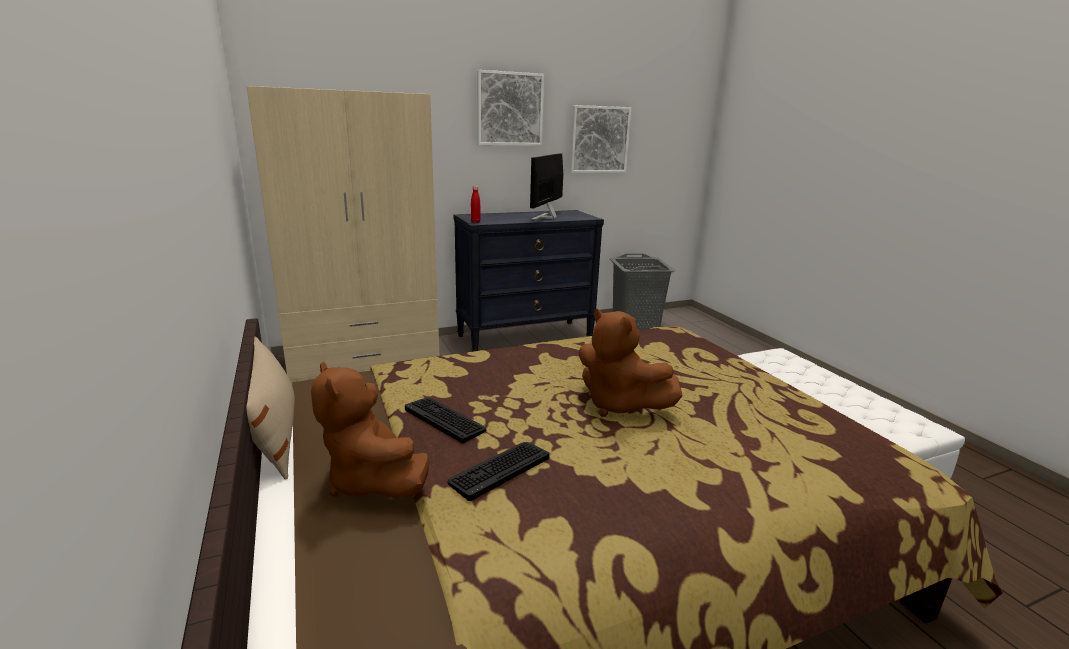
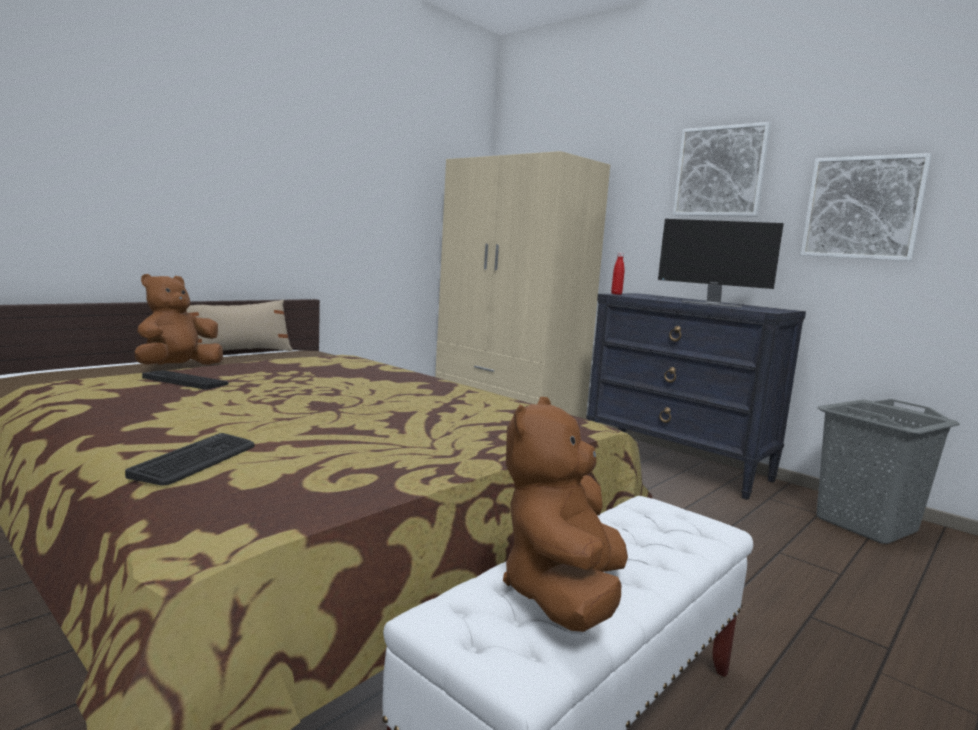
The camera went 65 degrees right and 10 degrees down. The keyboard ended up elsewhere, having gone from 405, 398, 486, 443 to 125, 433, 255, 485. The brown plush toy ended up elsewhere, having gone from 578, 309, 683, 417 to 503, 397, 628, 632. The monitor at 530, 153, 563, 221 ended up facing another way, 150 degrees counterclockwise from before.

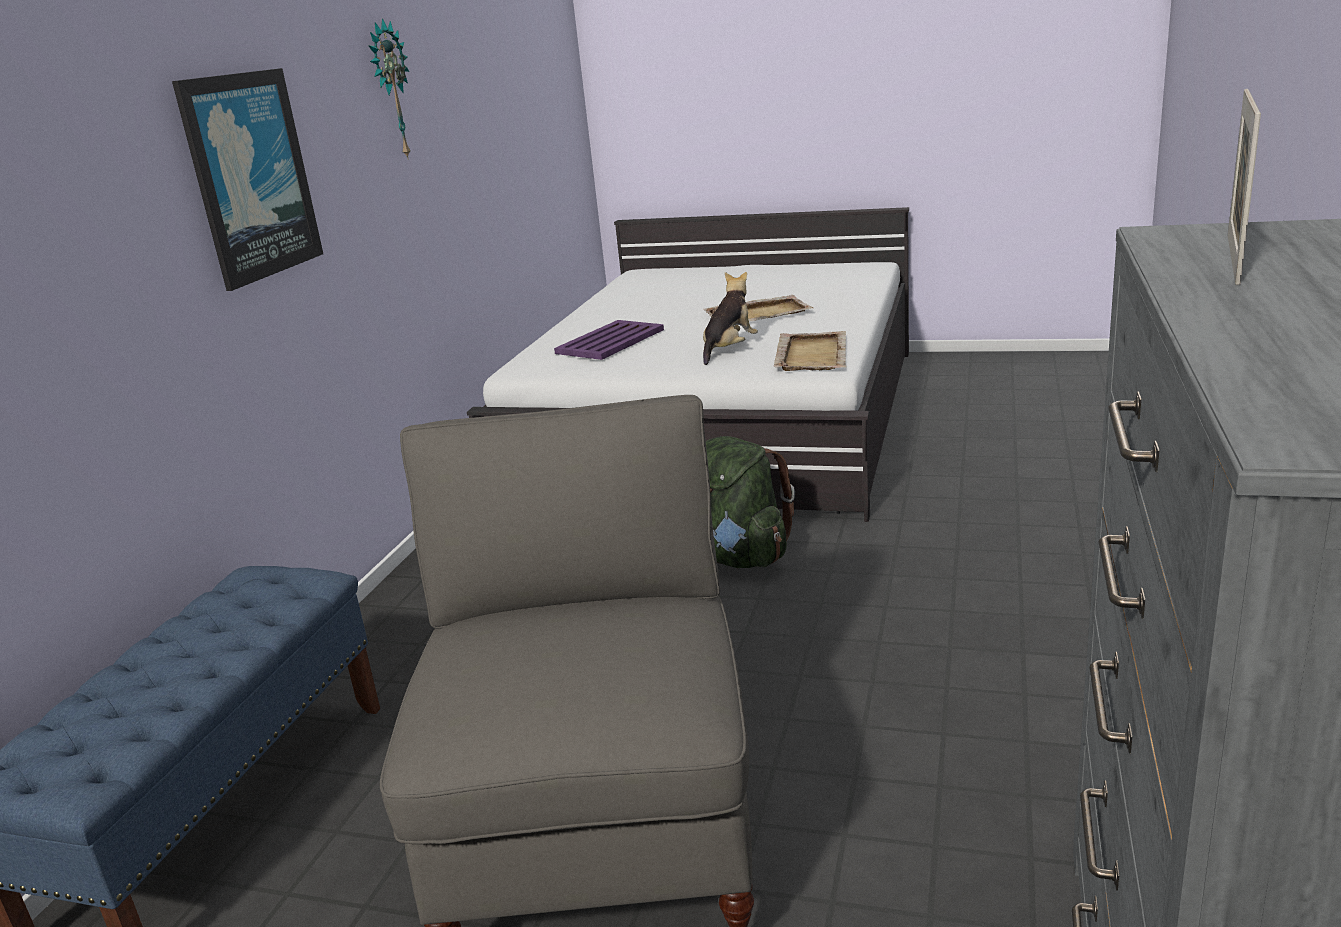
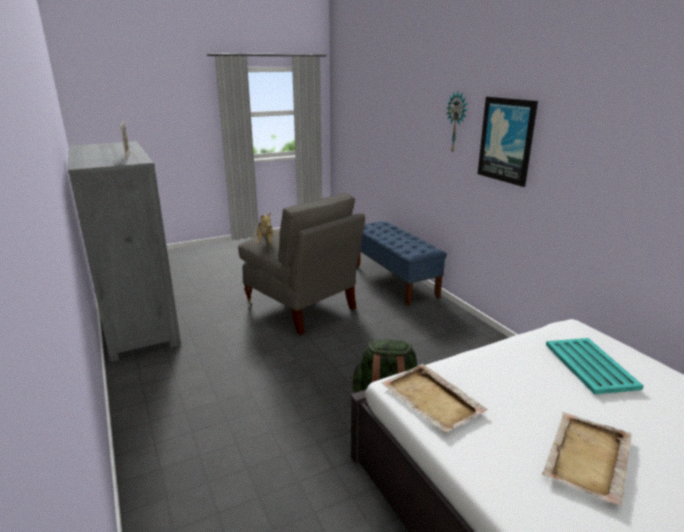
The camera went 135 degrees right and 0 degrees up. The plush toy ended up elsewhere, having gone from 703, 272, 758, 365 to 253, 212, 274, 244. The wall clock ended up elsewhere, having gone from 368, 18, 411, 160 to 446, 92, 467, 153. What was the purple tray at 554, 320, 664, 360 turned into the turquoise tray at 546, 338, 643, 395.

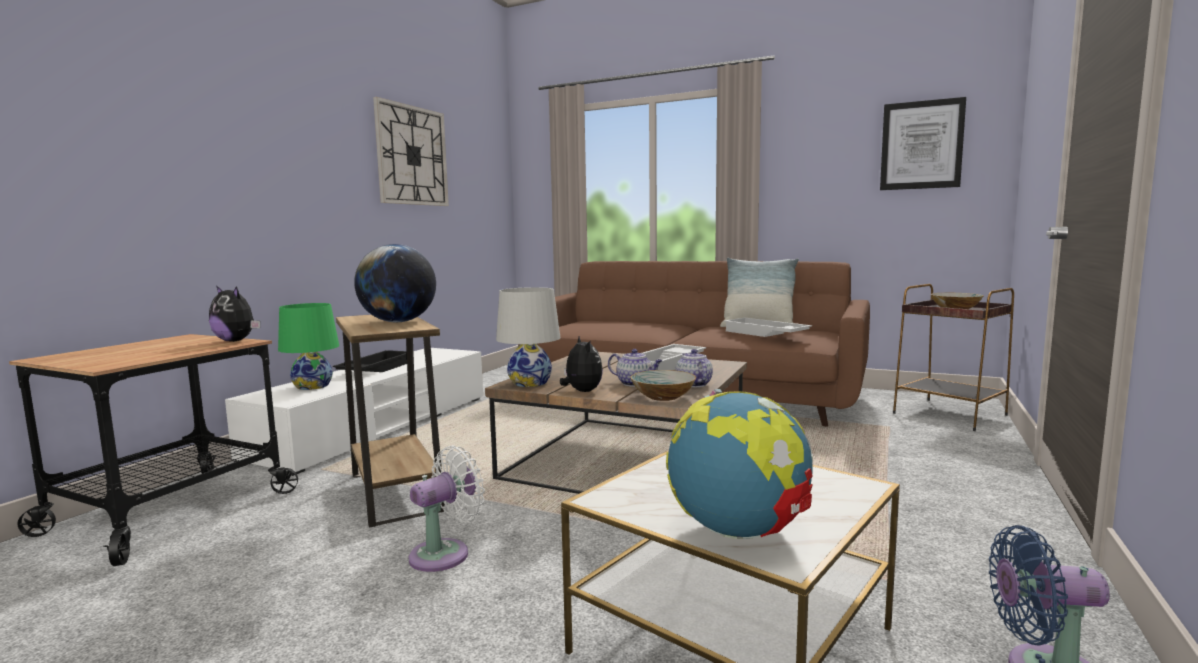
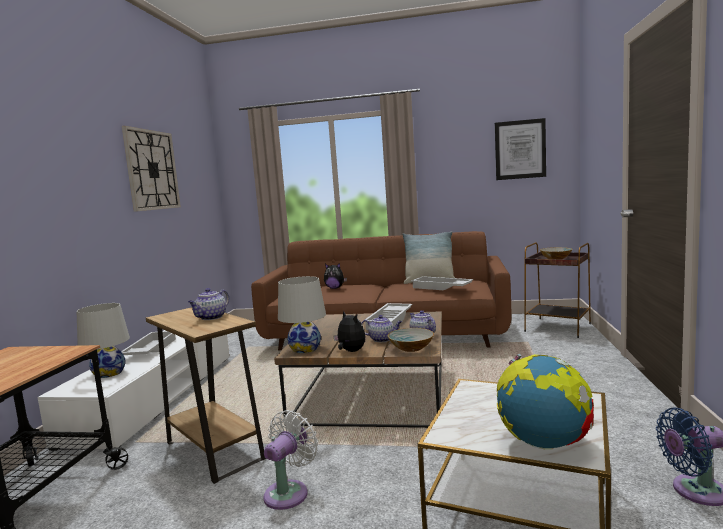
The camera went 15 degrees left and 0 degrees up. What was the green table lamp at 278, 303, 339, 390 turned into the white table lamp at 76, 303, 130, 378. What was the black tray at 333, 350, 407, 372 turned into the white tray at 121, 331, 176, 355. Where the globe stood at 354, 244, 436, 322, the teapot came to stand at 188, 288, 229, 320. The plush toy ended up elsewhere, having gone from 209, 286, 260, 342 to 324, 263, 347, 289.

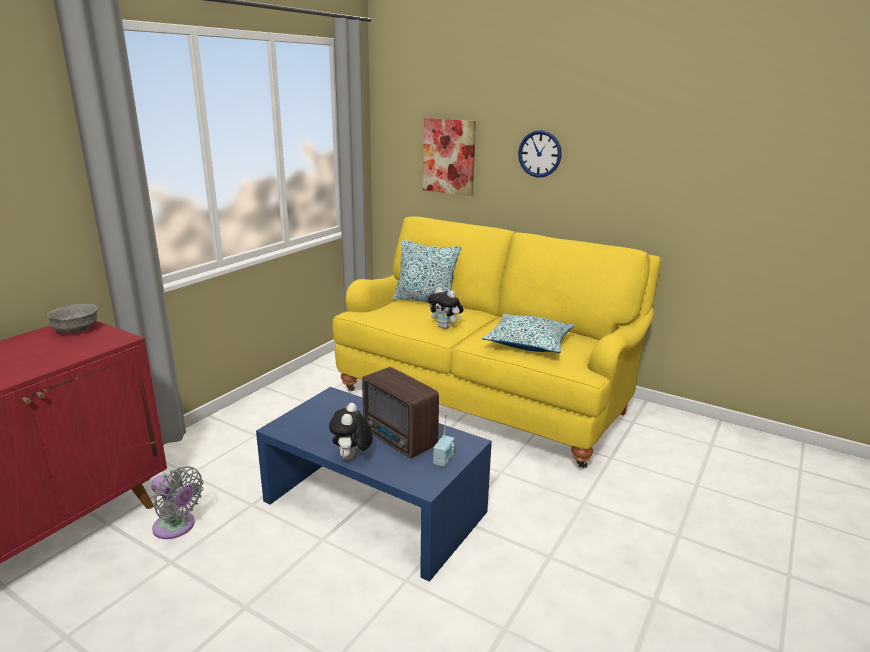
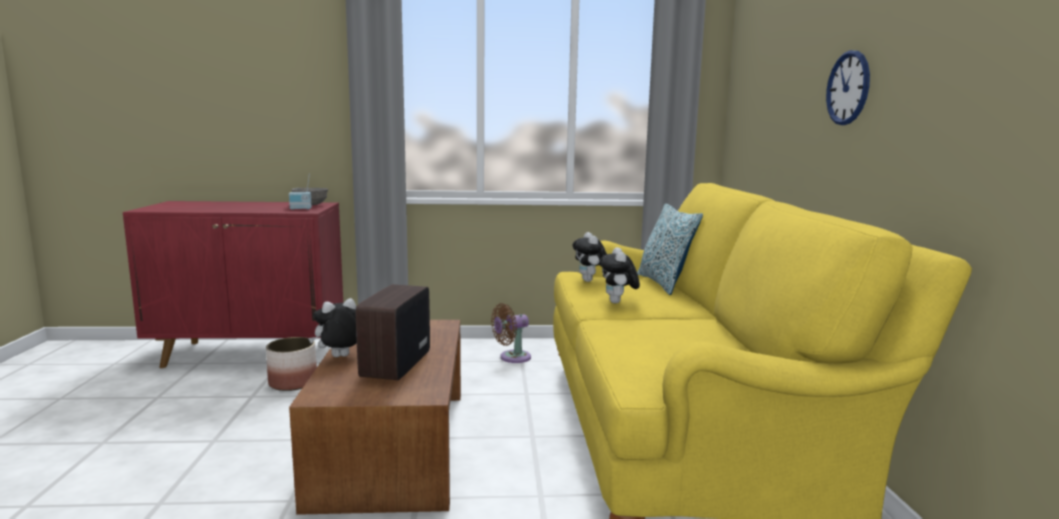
The camera went 55 degrees right and 10 degrees down. Where the grey fan stood at 151, 466, 204, 539, the planter came to stand at 266, 337, 317, 391. The radio ended up elsewhere, having gone from 433, 415, 454, 467 to 289, 174, 312, 210. What was the blue coffee table at 256, 387, 492, 582 turned into the brown coffee table at 289, 320, 461, 515. The second view gained the brown fan at 491, 303, 531, 363. The second view gained the plush toy at 573, 232, 607, 282. The second view lost the picture at 423, 118, 476, 196. The second view lost the pillow at 482, 314, 575, 353.

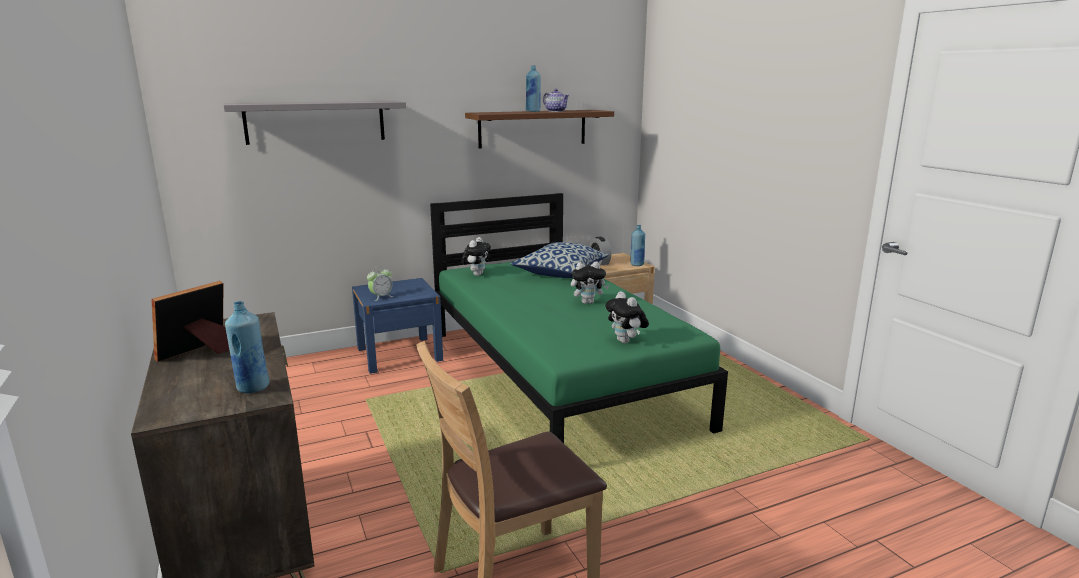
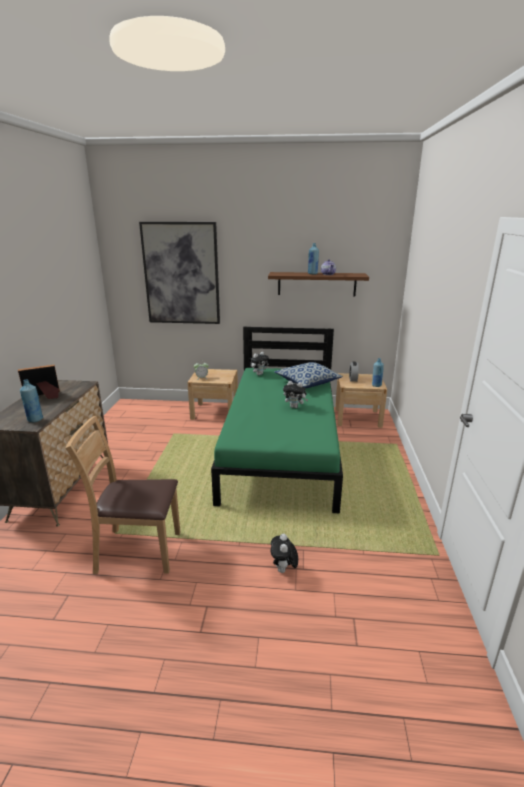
The camera went 30 degrees right and 5 degrees up. Where the grey shelf hung at 223, 101, 406, 145, the picture came to hang at 139, 222, 220, 324. What was the blue nightstand at 352, 278, 443, 374 turned into the beige nightstand at 187, 369, 238, 420. The plush toy ended up elsewhere, having gone from 605, 291, 649, 344 to 271, 534, 298, 573.

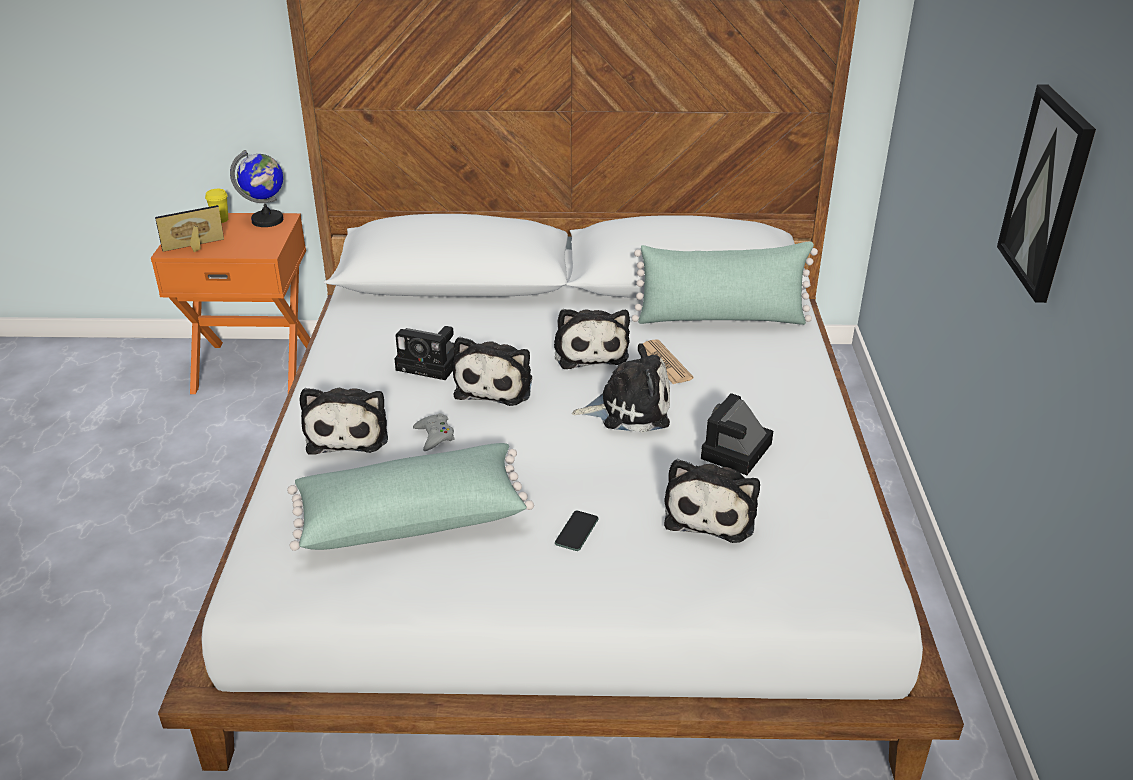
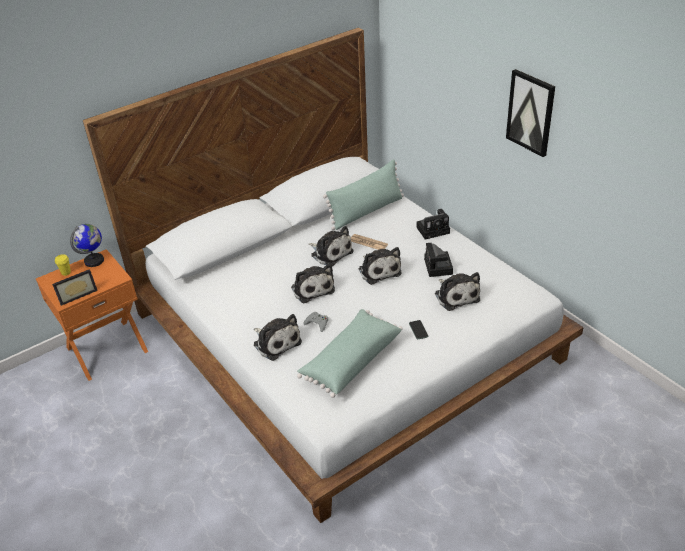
The camera went 35 degrees left and 5 degrees up. The picture frame at 155, 205, 224, 252 ended up facing another way, 150 degrees counterclockwise from before. The plush toy at 572, 343, 670, 433 ended up facing another way, 105 degrees clockwise from before. The photo camera ended up elsewhere, having gone from 394, 326, 454, 380 to 416, 209, 450, 240.

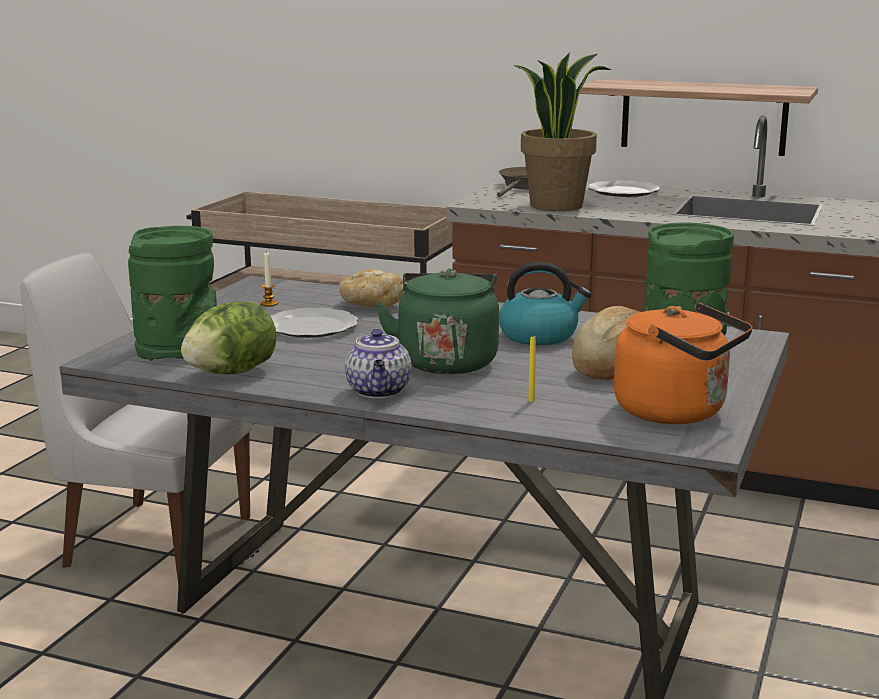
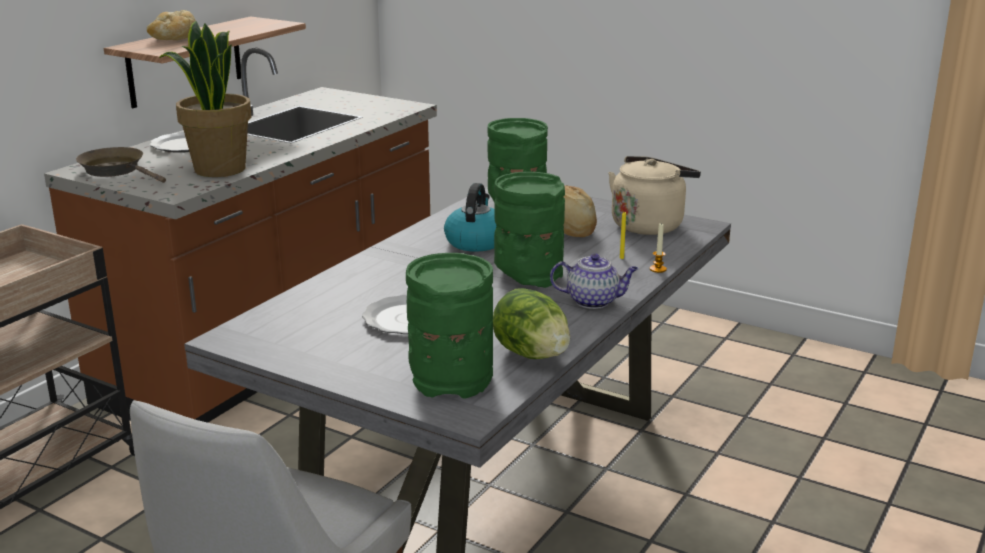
The camera went 80 degrees left and 5 degrees up. The bread ended up elsewhere, having gone from 339, 269, 404, 308 to 147, 10, 196, 40. Where the green kettle stood at 376, 269, 499, 374, the green vase came to stand at 494, 172, 565, 288. What was the orange kettle at 614, 303, 753, 424 turned into the beige kettle at 608, 156, 701, 235. The candle ended up elsewhere, having gone from 260, 252, 278, 306 to 650, 224, 667, 273.

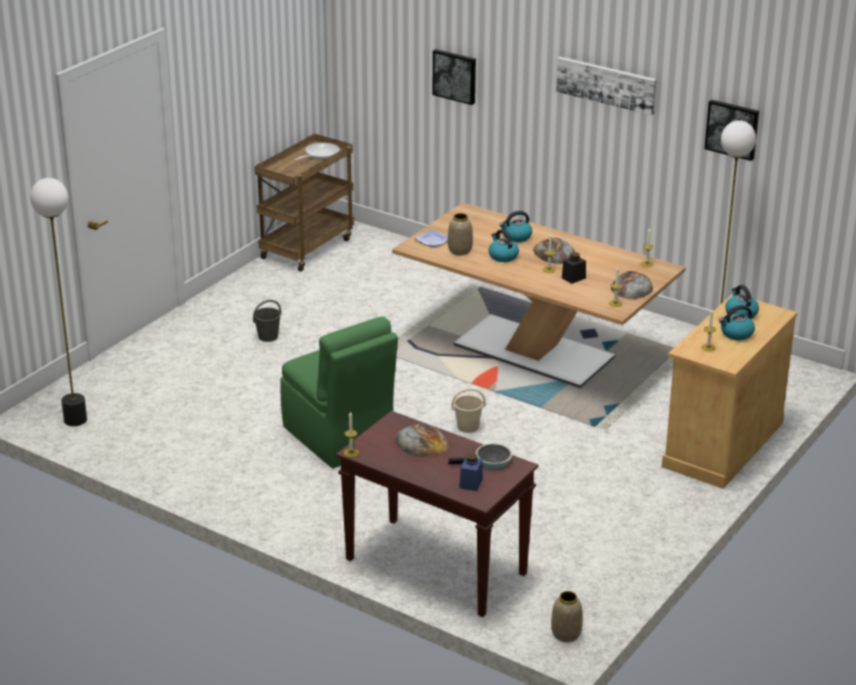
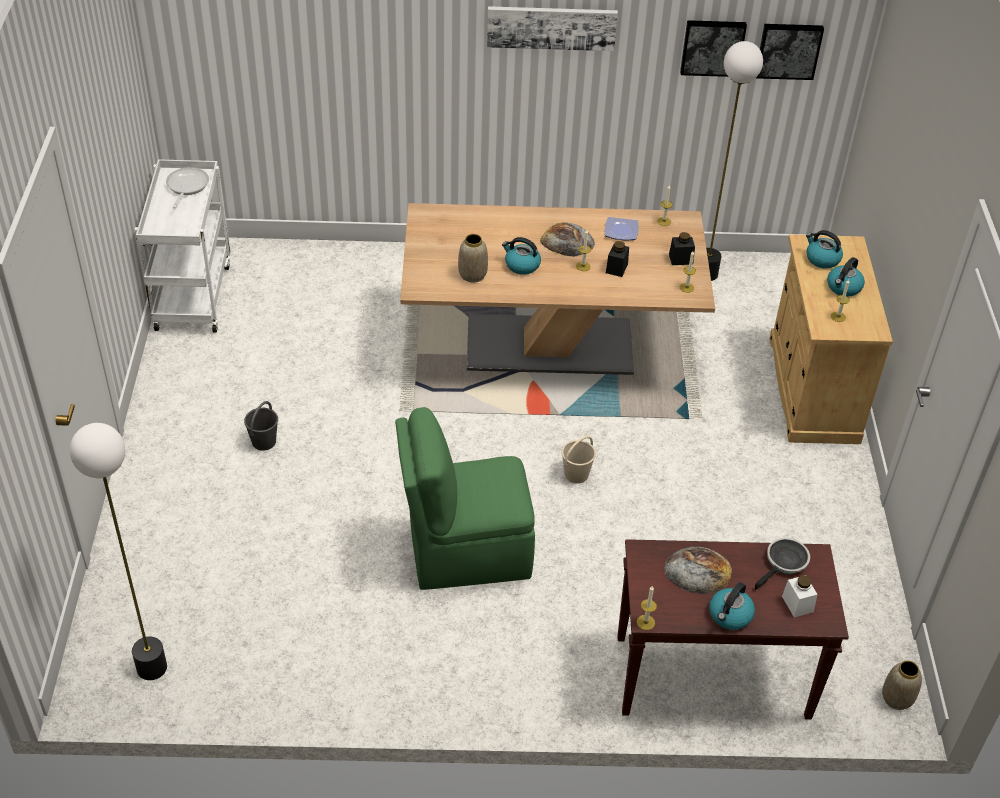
The camera went 35 degrees left and 15 degrees up. What was the brown cart at 255, 134, 354, 271 turned into the white cart at 135, 159, 230, 333. The green chair at 280, 317, 398, 468 ended up facing another way, 150 degrees clockwise from before. The plate ended up elsewhere, having gone from 415, 229, 448, 247 to 605, 217, 639, 241. Where the bread stood at 611, 271, 653, 299, the black jar came to stand at 669, 232, 695, 265. The kettle ended up elsewhere, having gone from 499, 211, 532, 242 to 709, 582, 755, 630. The picture ended up elsewhere, having gone from 433, 49, 476, 105 to 756, 24, 824, 80. What was the blue jar at 459, 453, 483, 491 turned into the white jar at 782, 575, 818, 617.

